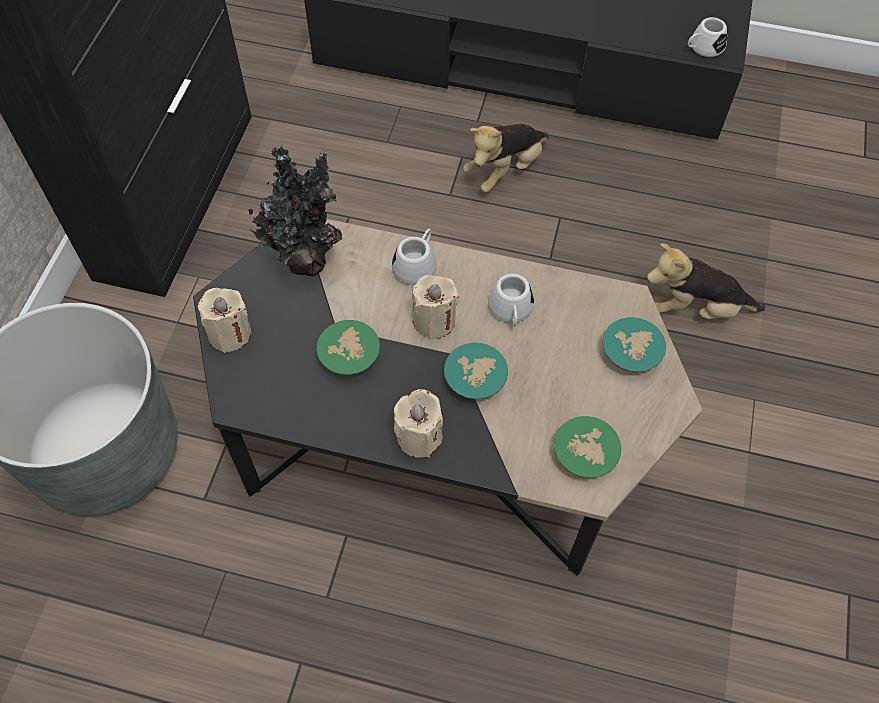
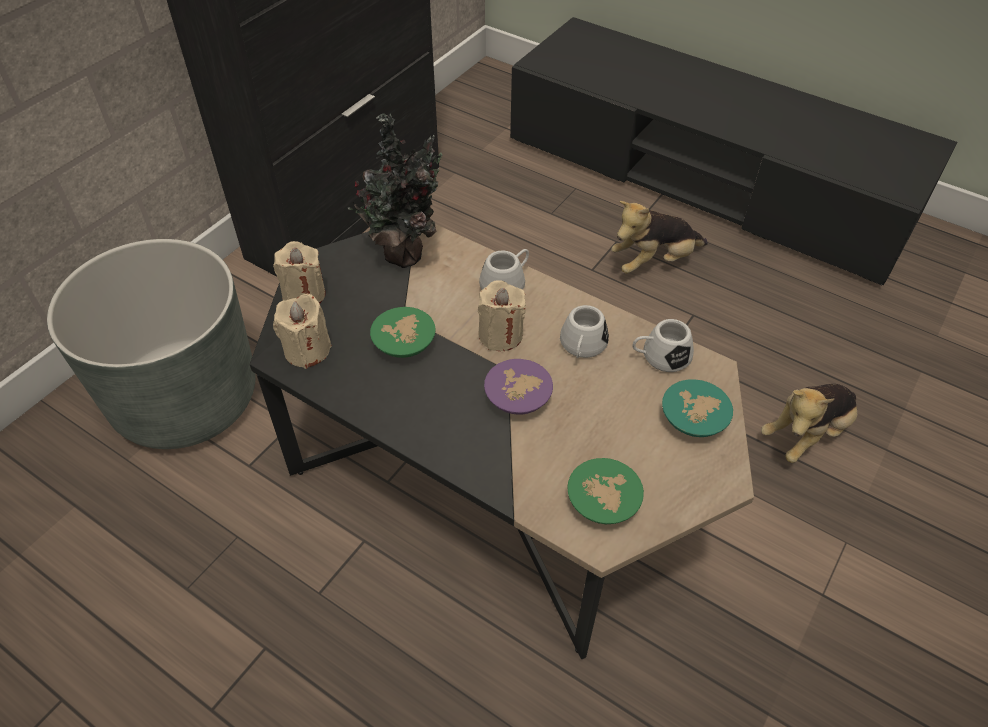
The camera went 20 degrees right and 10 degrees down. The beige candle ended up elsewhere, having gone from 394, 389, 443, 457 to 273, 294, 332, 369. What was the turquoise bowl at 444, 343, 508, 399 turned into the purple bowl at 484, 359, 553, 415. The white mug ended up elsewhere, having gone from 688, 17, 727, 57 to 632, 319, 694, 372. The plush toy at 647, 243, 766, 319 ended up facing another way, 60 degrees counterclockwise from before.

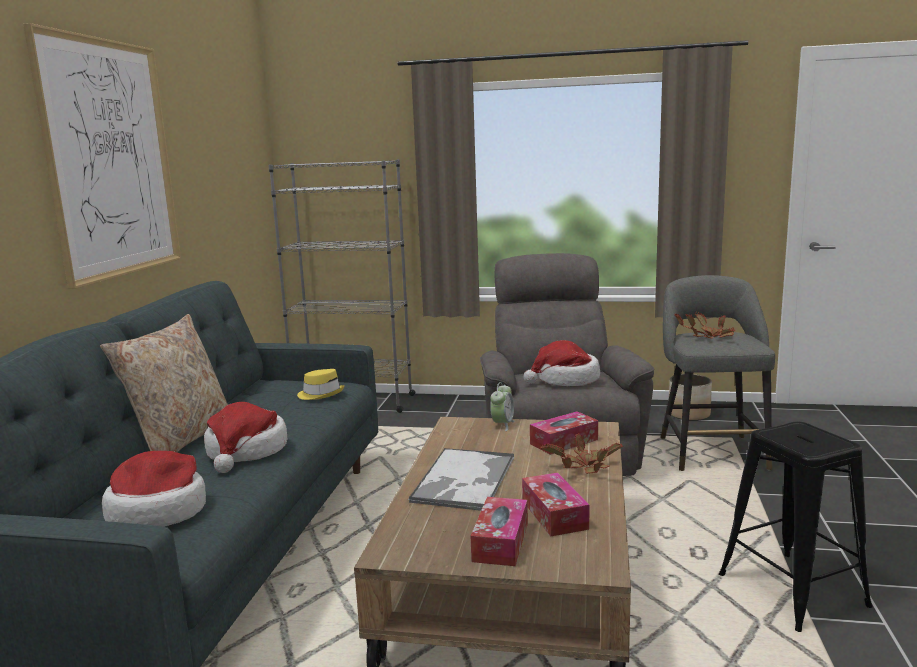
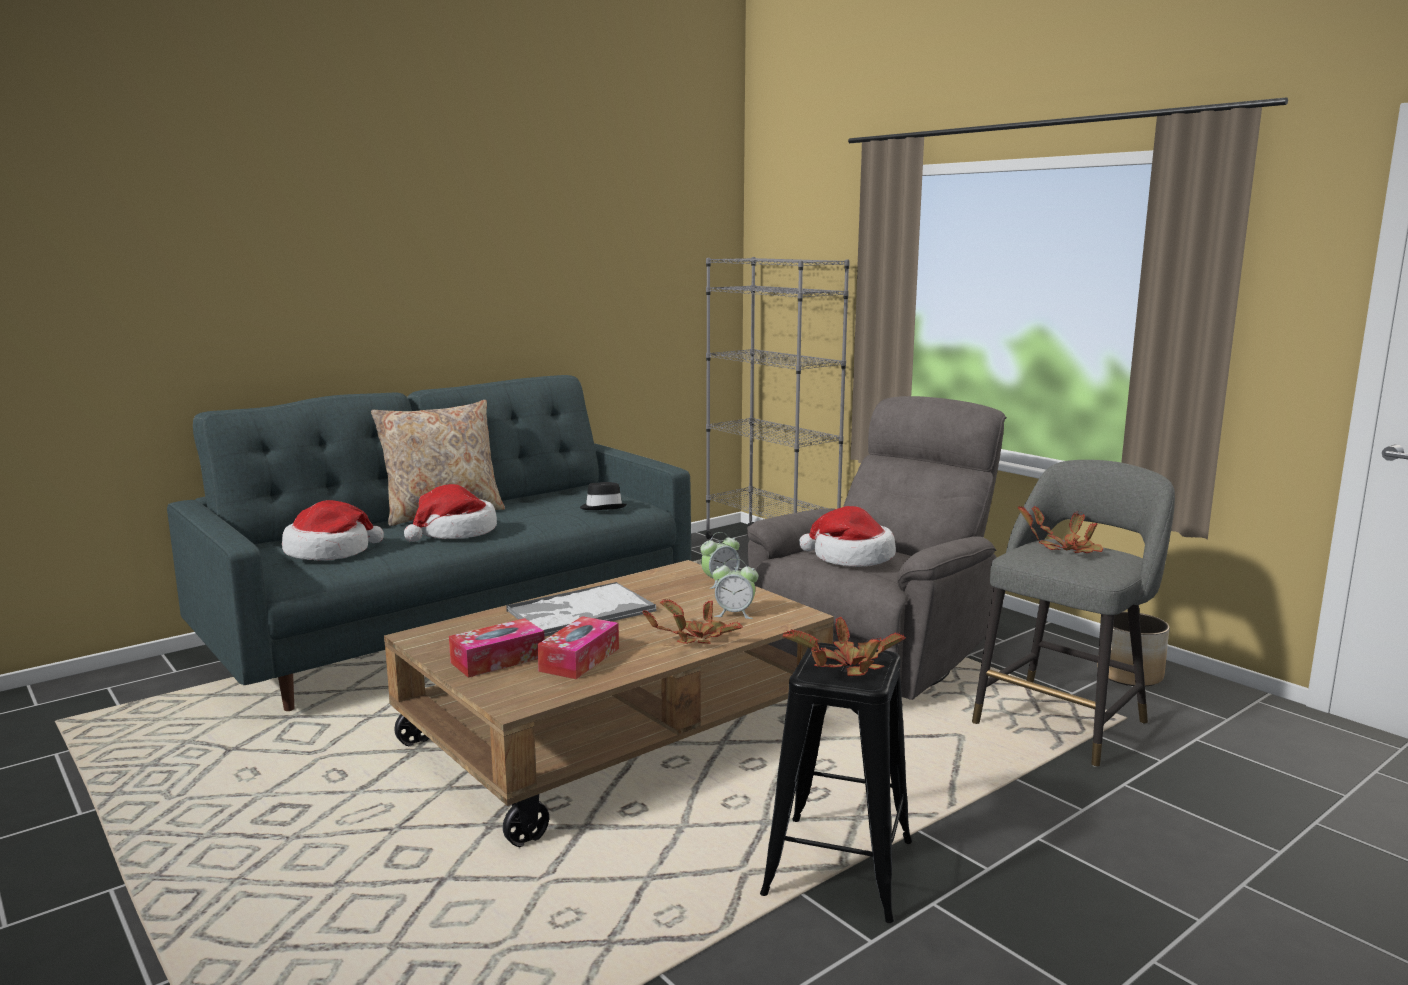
The camera went 40 degrees right and 0 degrees up. What was the yellow hat at 297, 369, 345, 400 turned into the black hat at 580, 482, 627, 510. Where the tissue box stood at 530, 411, 598, 455, the alarm clock came to stand at 712, 559, 758, 619. The second view gained the potted plant at 783, 617, 906, 676. The second view lost the picture at 23, 23, 181, 289.

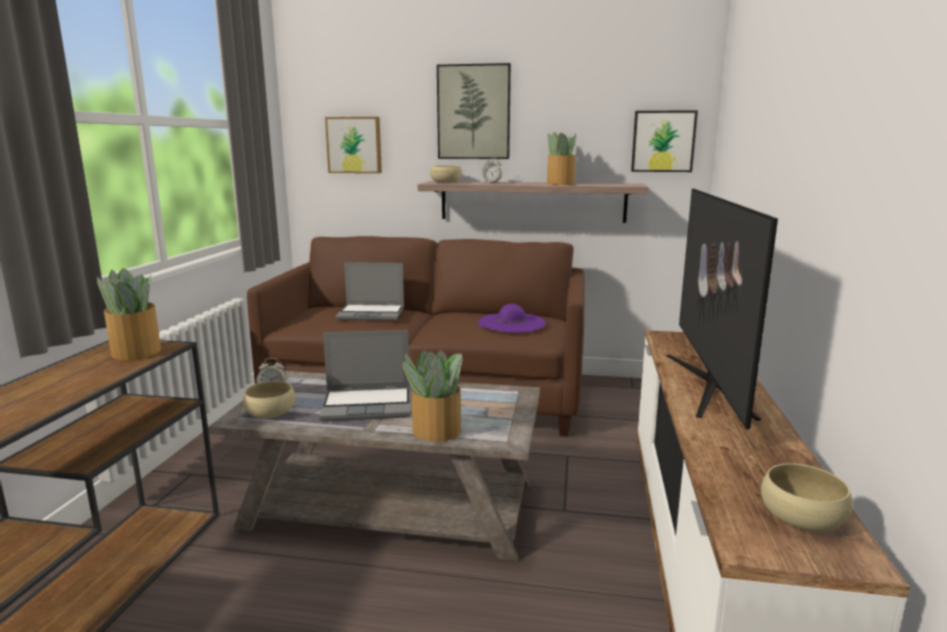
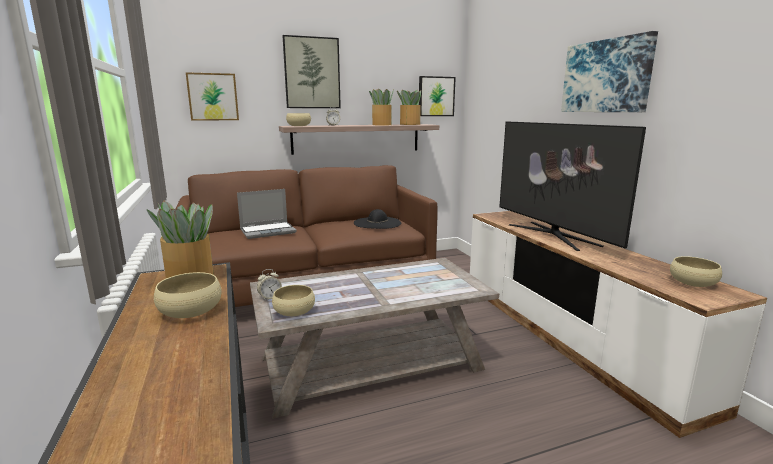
The camera went 30 degrees left and 0 degrees up. The second view gained the beige bowl at 154, 272, 222, 318. What was the purple hat at 478, 304, 546, 333 turned into the black hat at 354, 209, 401, 229. The potted plant ended up elsewhere, having gone from 403, 350, 462, 441 to 397, 90, 421, 125. The second view gained the picture at 561, 31, 658, 112. The second view lost the laptop at 319, 330, 410, 421.

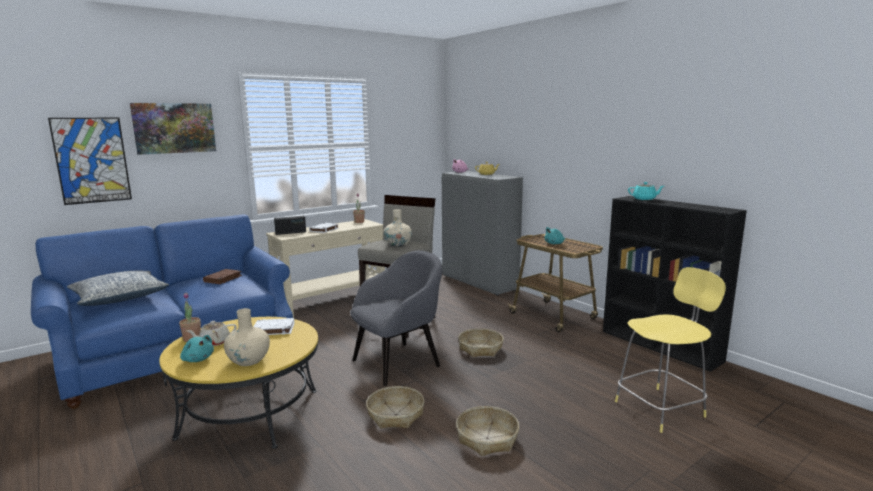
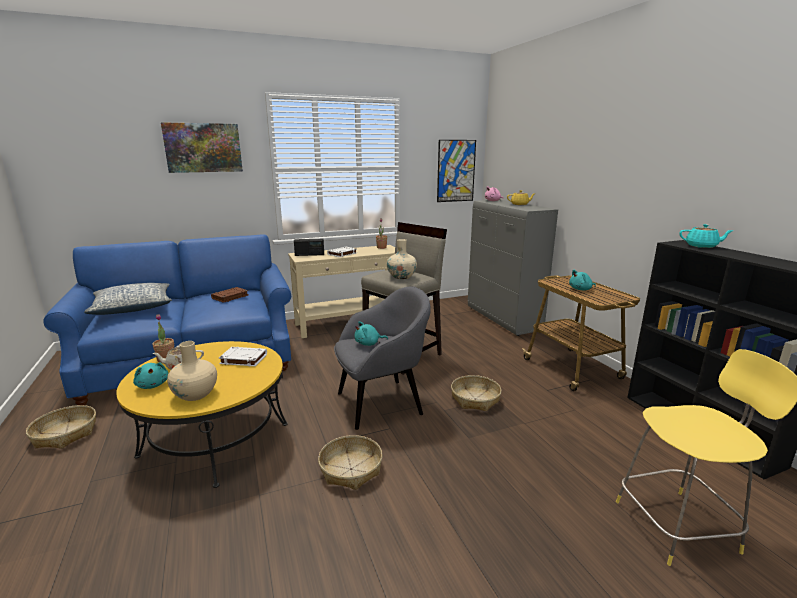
The camera went 15 degrees right and 5 degrees up. The basket ended up elsewhere, having gone from 456, 406, 519, 456 to 26, 405, 96, 449. The second view gained the turquoise plush toy at 354, 321, 388, 346. The picture ended up elsewhere, having gone from 48, 118, 132, 205 to 437, 140, 476, 202.

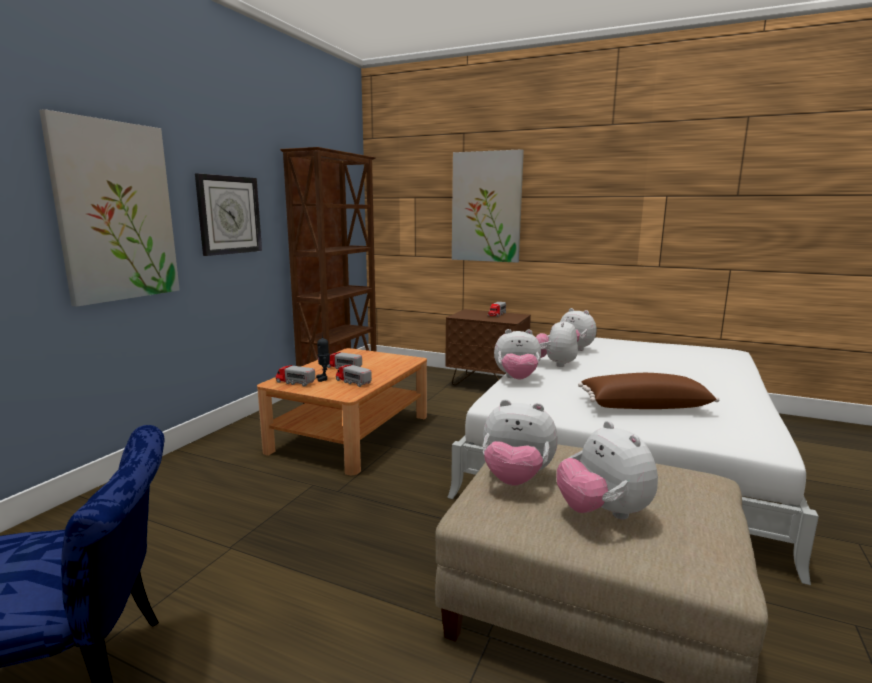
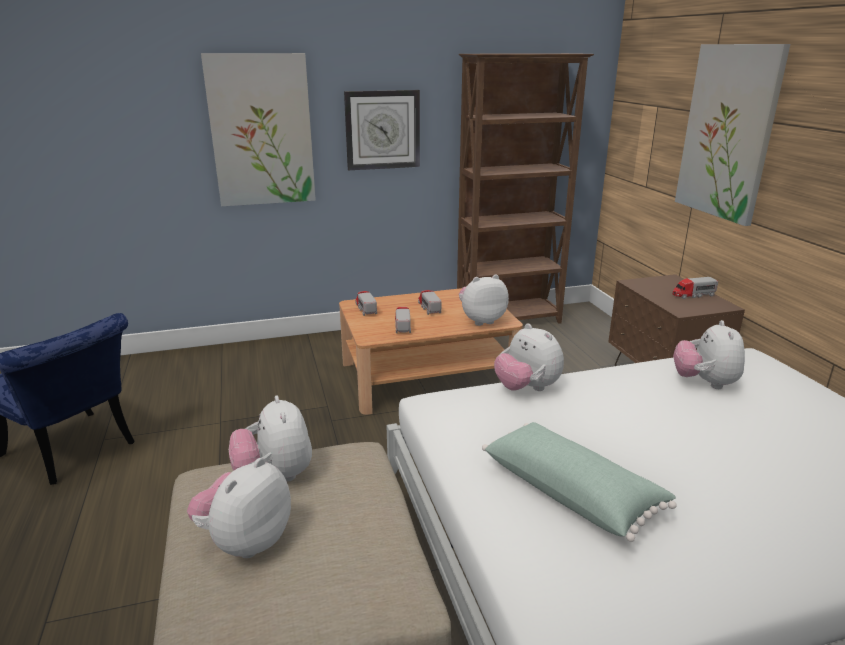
The camera went 50 degrees right and 10 degrees up. The plush toy ended up elsewhere, having gone from 536, 318, 578, 367 to 459, 275, 509, 326. What was the brown pillow at 578, 373, 719, 409 turned into the green pillow at 482, 422, 677, 542. The second view lost the toy robot at 316, 332, 330, 382.

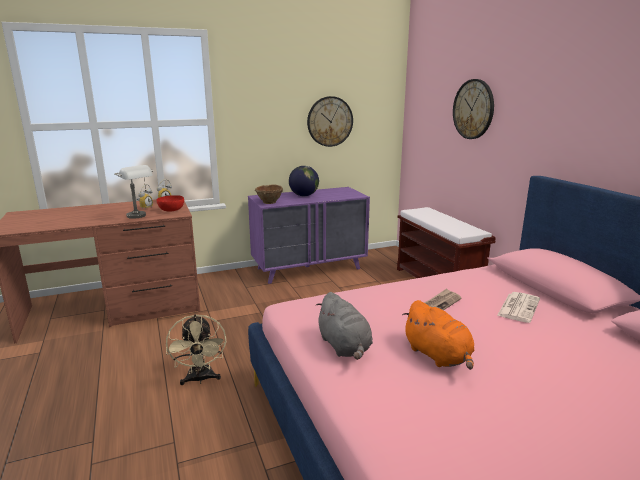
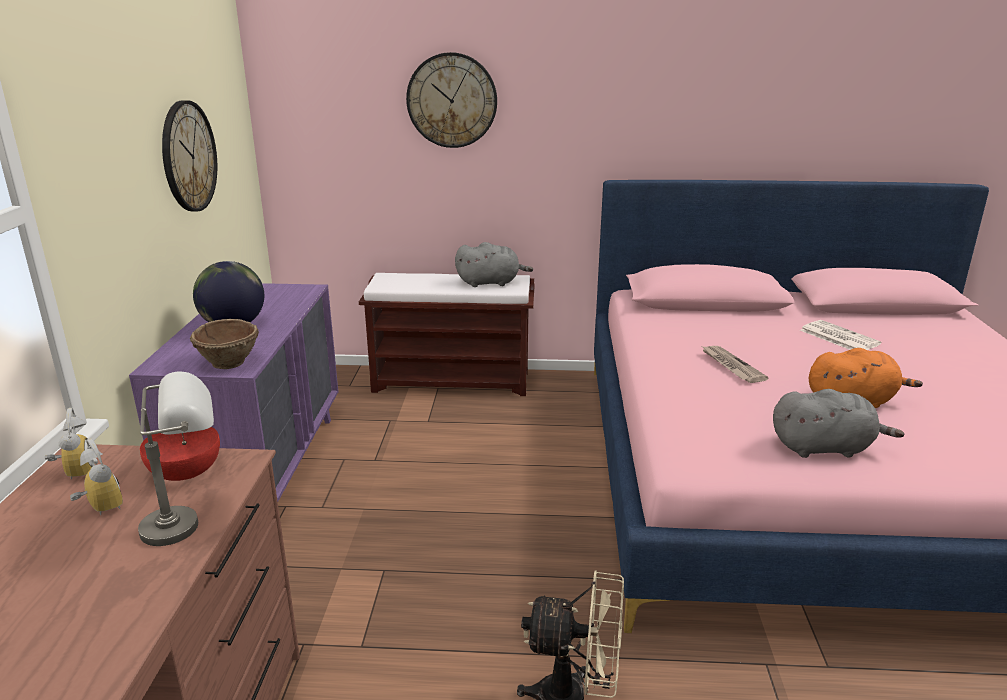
The camera went 65 degrees left and 5 degrees up. The second view gained the grey plush toy at 455, 242, 533, 287. The newspaper ended up elsewhere, having gone from 497, 292, 540, 323 to 800, 320, 881, 350.

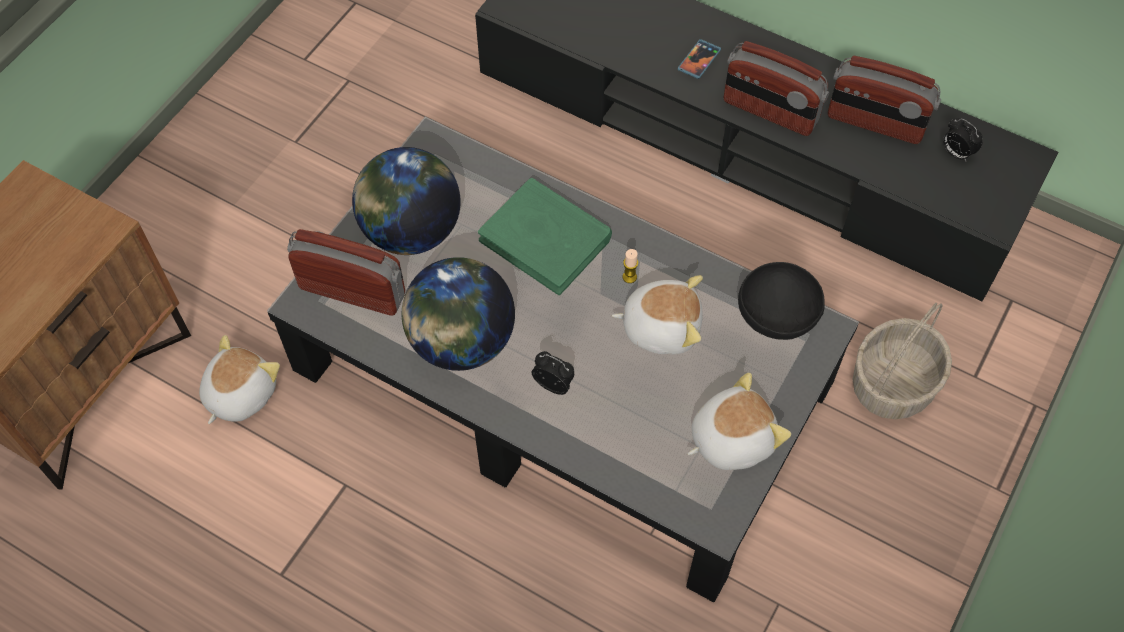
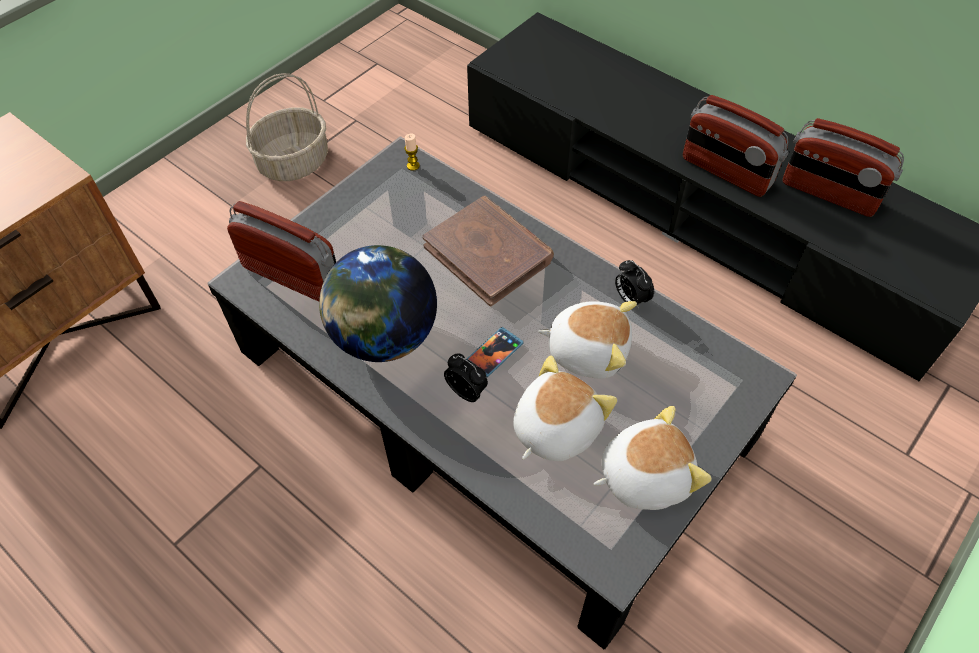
The camera went 10 degrees right and 5 degrees down. The basket ended up elsewhere, having gone from 853, 303, 952, 419 to 246, 73, 328, 181. The candle ended up elsewhere, having gone from 623, 249, 638, 283 to 405, 134, 420, 171. What was the green book at 478, 178, 612, 295 turned into the brown book at 422, 196, 554, 307. The phone ended up elsewhere, having gone from 678, 39, 721, 79 to 467, 327, 524, 377. The plush toy ended up elsewhere, having gone from 199, 335, 280, 424 to 513, 356, 617, 461. The alarm clock ended up elsewhere, having gone from 943, 118, 982, 161 to 615, 260, 654, 310. The second view lost the globe at 352, 147, 461, 255. The second view lost the black bowl at 738, 262, 825, 340.

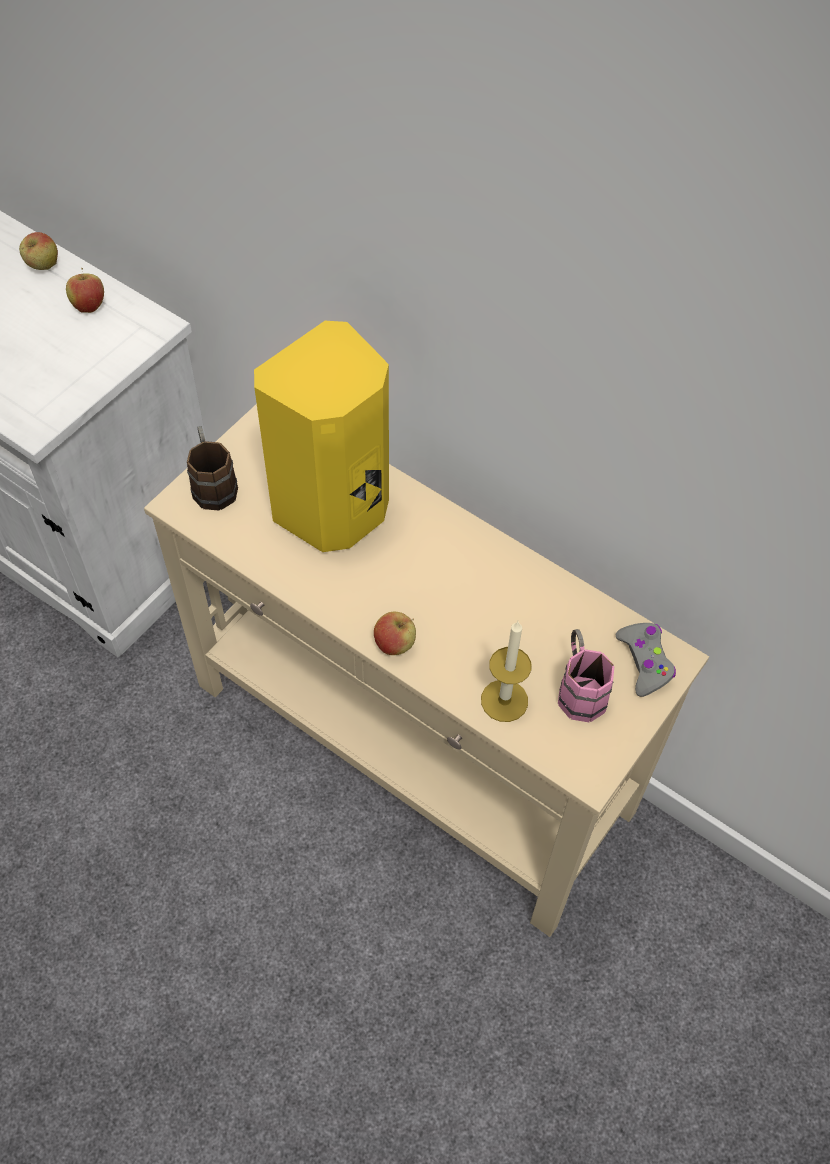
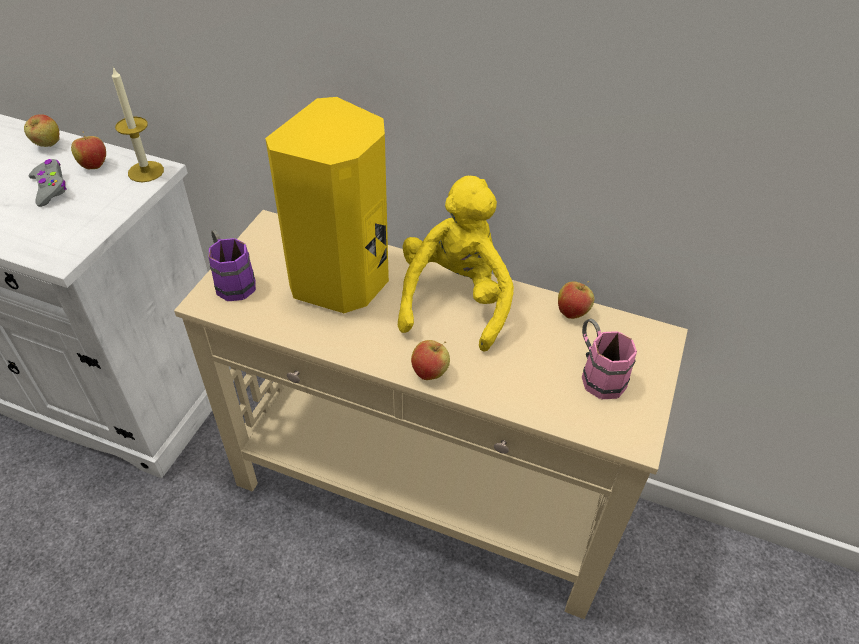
The camera went 15 degrees left and 10 degrees down. The grey game controller ended up elsewhere, having gone from 616, 623, 676, 697 to 29, 159, 66, 207. The candle ended up elsewhere, having gone from 481, 621, 532, 722 to 112, 67, 164, 182. What was the brown mug at 187, 426, 238, 511 turned into the purple mug at 209, 230, 256, 301. The second view gained the yellow plush toy at 398, 176, 514, 352. The second view gained the apple at 558, 281, 595, 319.

